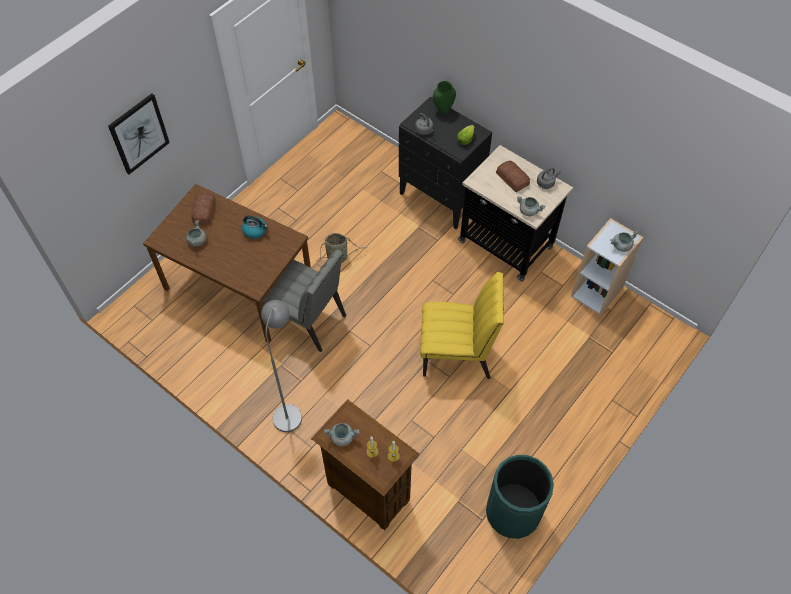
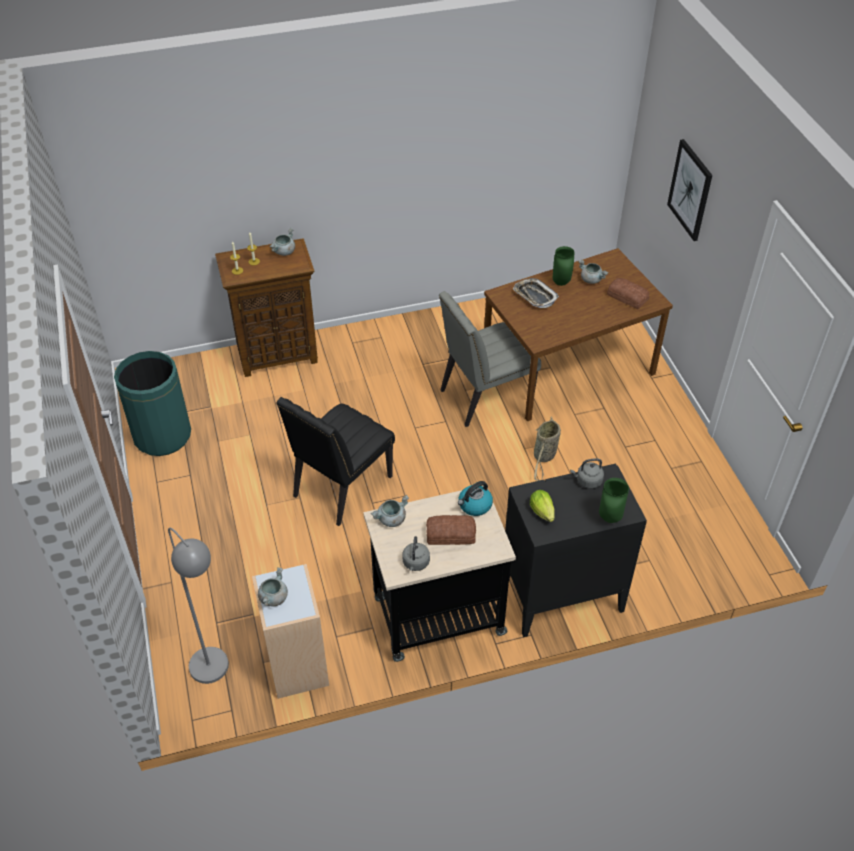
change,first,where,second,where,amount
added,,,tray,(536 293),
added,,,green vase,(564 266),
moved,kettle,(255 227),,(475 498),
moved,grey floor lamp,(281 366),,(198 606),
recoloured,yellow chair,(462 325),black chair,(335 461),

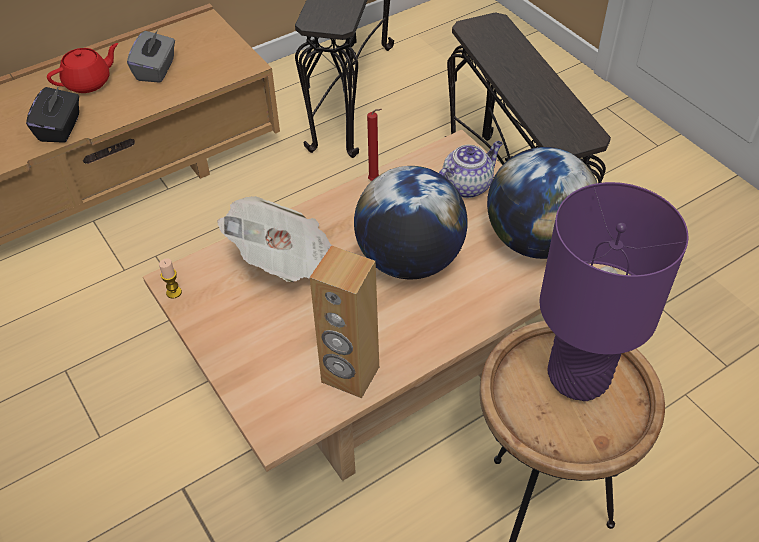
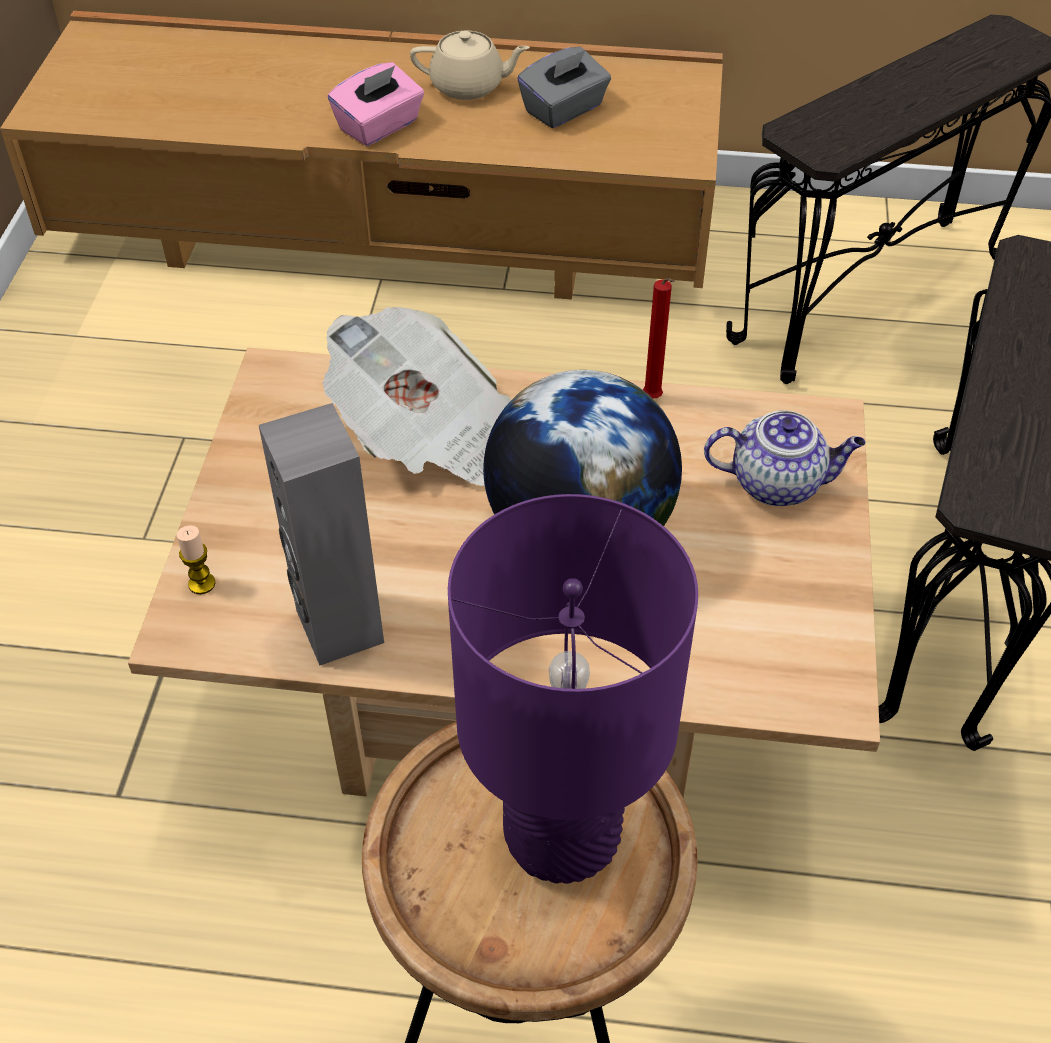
change,first,where,second,where,amount
removed,globe,(542 203),,,
moved,candle,(170 278),,(195 559),
recoloured,black tissue box,(52 115),pink tissue box,(376 104),
recoloured,red teapot,(82 68),beige teapot,(470 65),
recoloured,brown speaker,(344 321),grey speaker,(321 534),

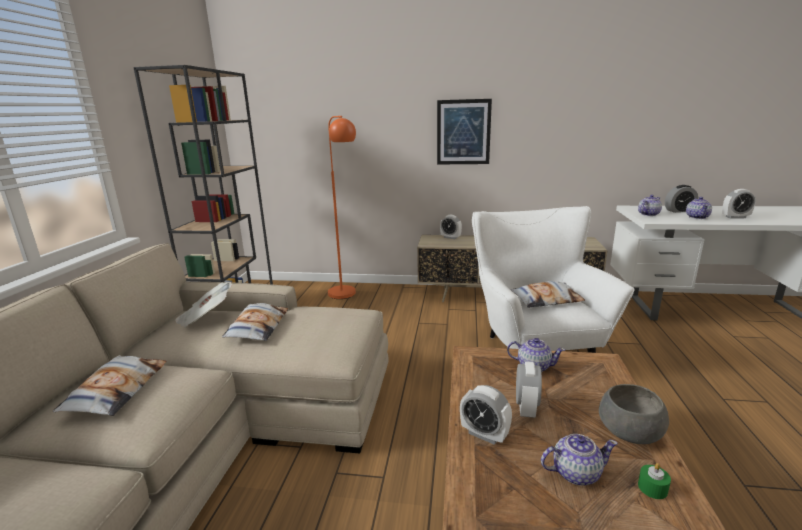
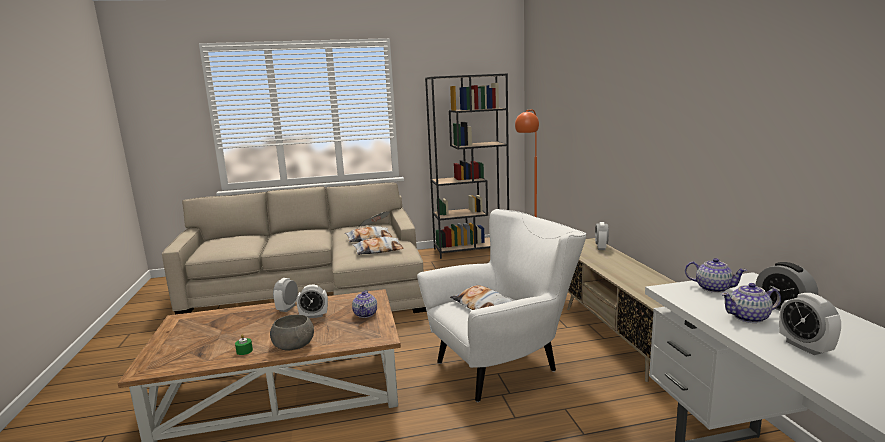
change,first,where,second,where,amount
removed,picture,(464 131),,,
removed,teapot,(579 460),,,
moved,pillow,(110 385),,(378 246),

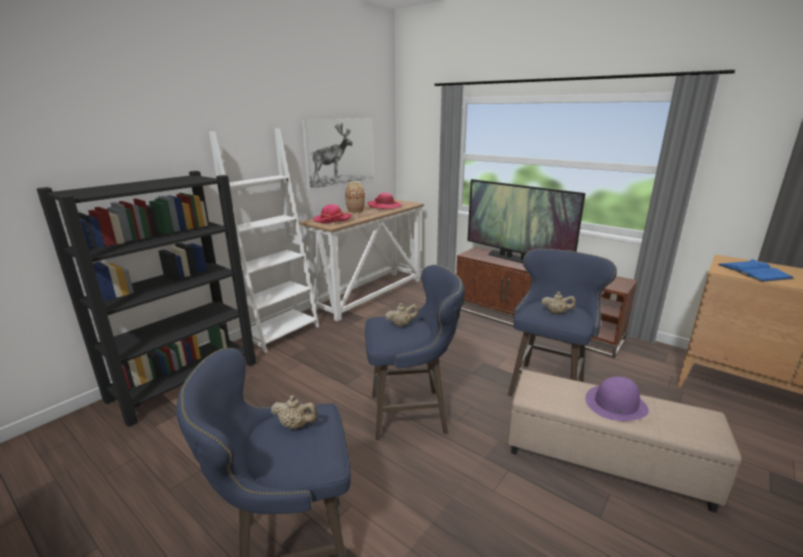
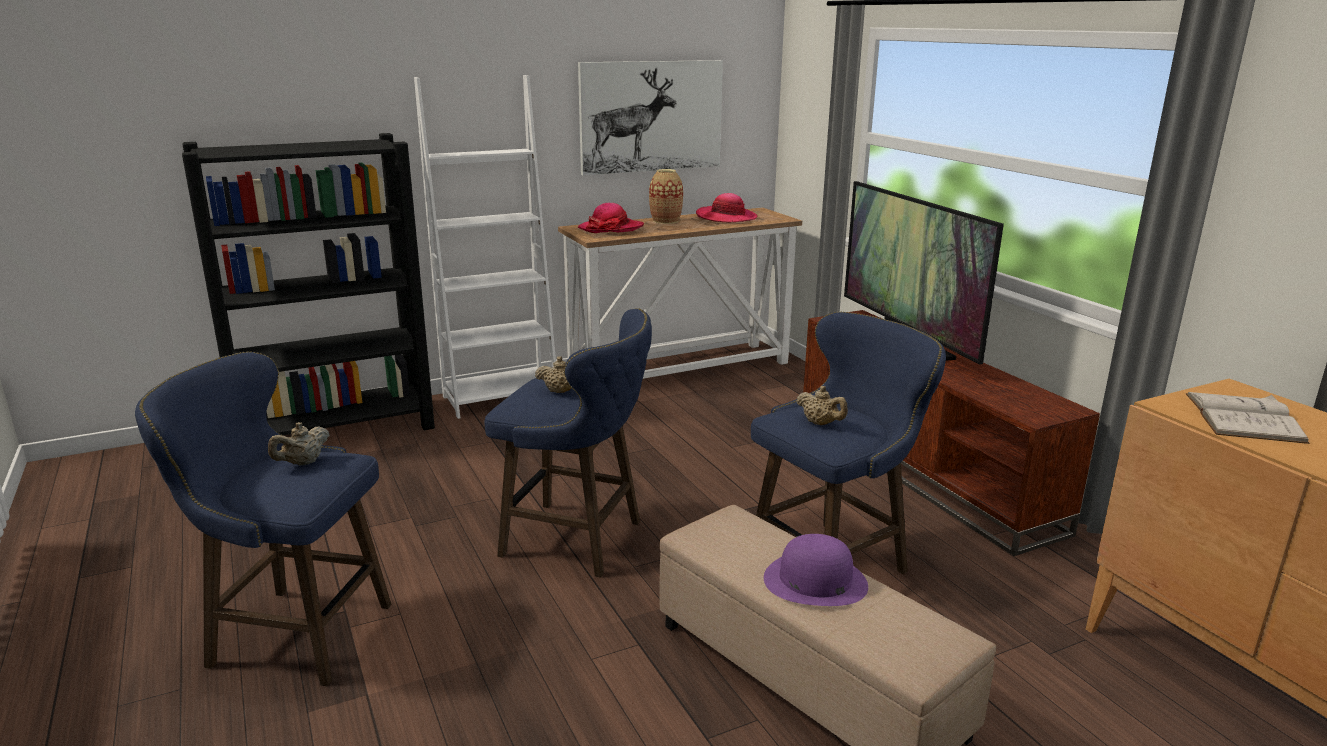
change,first,where,second,where,amount
recoloured,blue book,(755 270),white book,(1248 418),
turned,beige teapot,(294 412),,(299 444),90 degrees clockwise

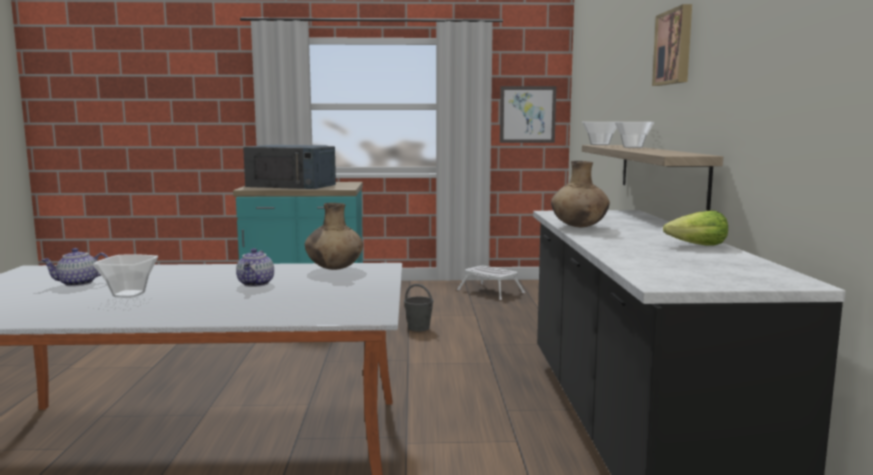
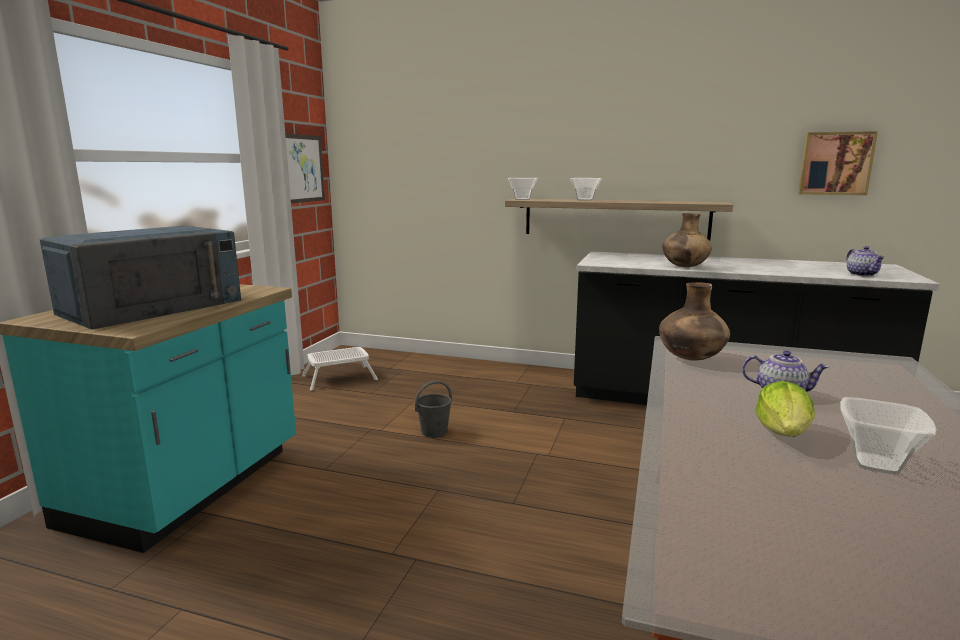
change,first,where,second,where,amount
moved,teapot,(74 267),,(865 261),
moved,picture,(672 45),,(838 163),
moved,lettuce,(695 228),,(785 409),

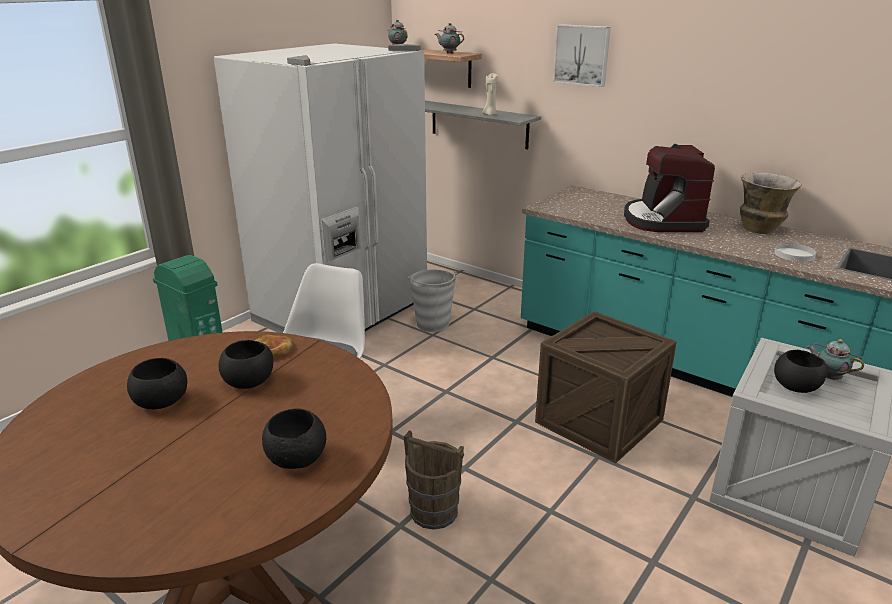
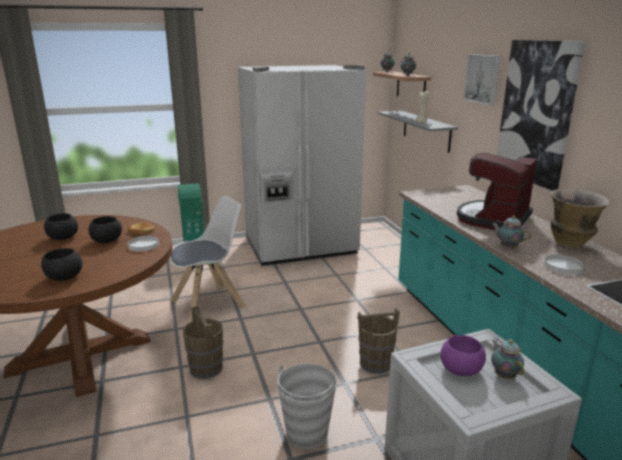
change,first,where,second,where,amount
added,,,white plate,(143 243),
added,,,teapot,(511 232),
added,,,picture,(541 115),
moved,grey bucket,(432 300),,(307 406),
replaced,crate,(606 387),brown bucket,(378 341),
recoloured,black bowl,(800 371),purple bowl,(463 355),

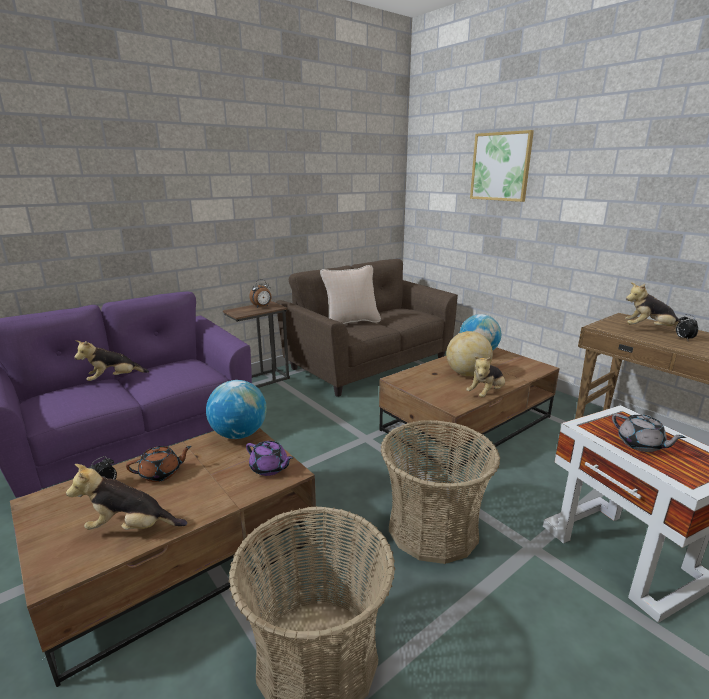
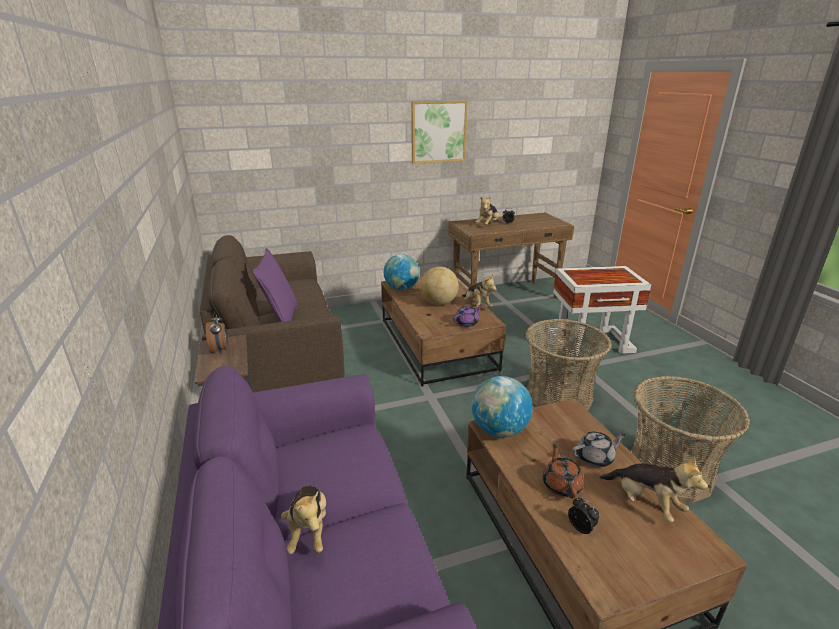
change,first,where,second,where,amount
moved,purple teapot,(269 458),,(467 316),
moved,picture,(502 166),,(439 132),
moved,grey teapot,(649 433),,(599 449),
recoloured,beige pillow,(350 294),purple pillow,(275 285),
turned,plush toy,(126 497),,(653 488),60 degrees counterclockwise

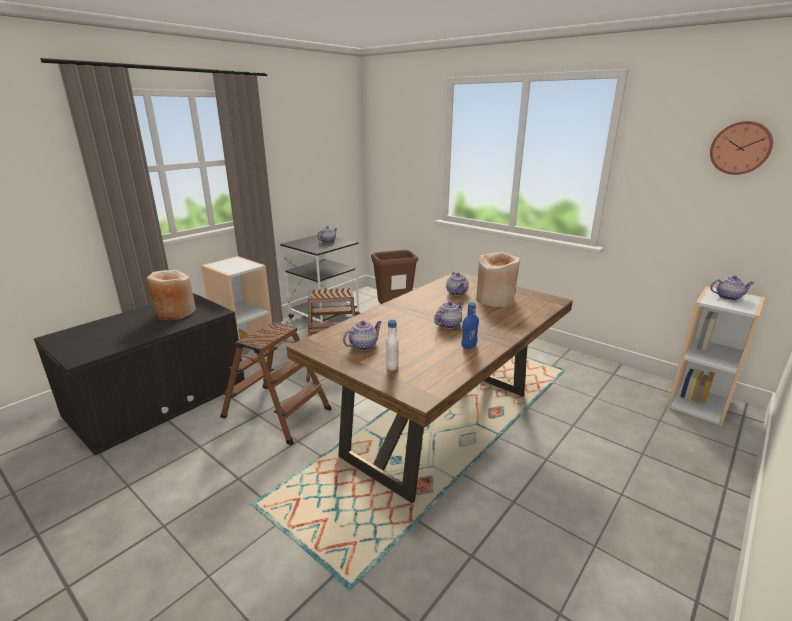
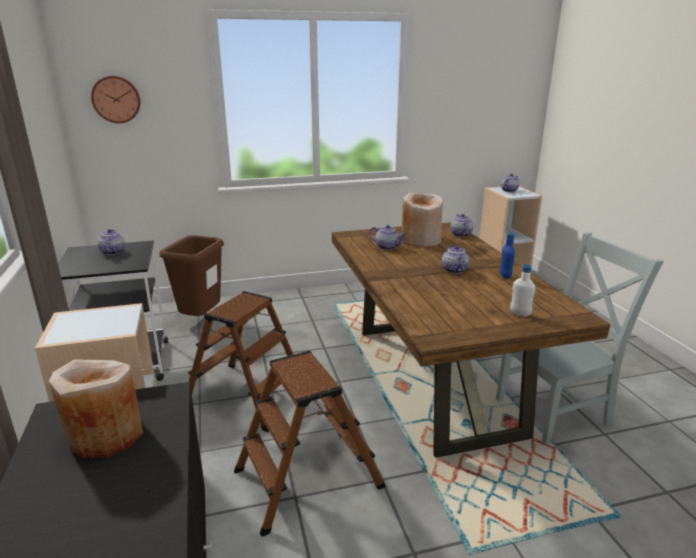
change,first,where,second,where,amount
added,,,grey chair,(580 338),
moved,teapot,(362 336),,(461 225),
moved,wall clock,(741 148),,(115 99),

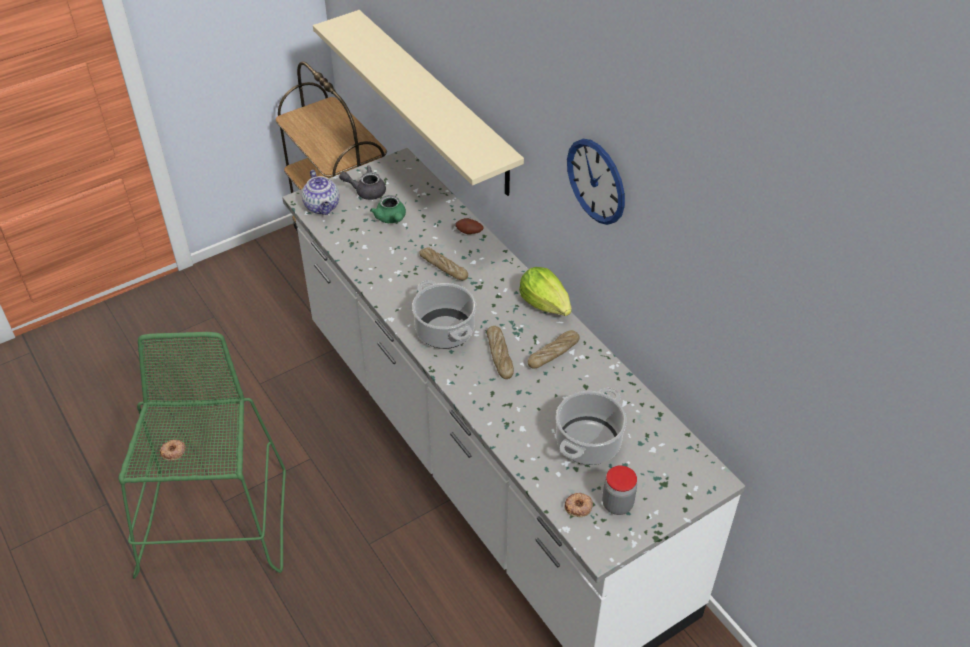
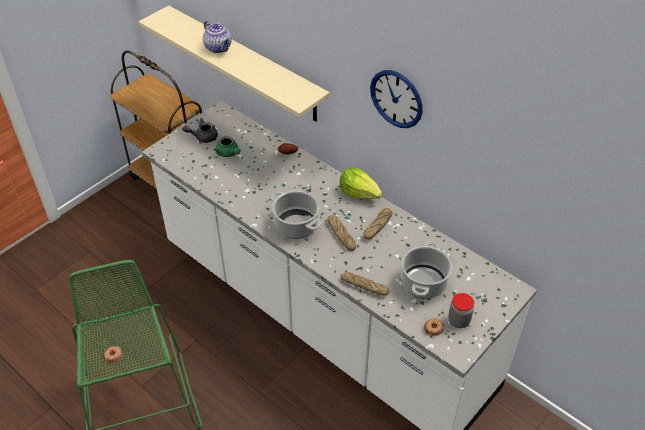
change,first,where,second,where,amount
moved,teapot,(320 192),,(217 37),
moved,bread,(443 263),,(365 284),

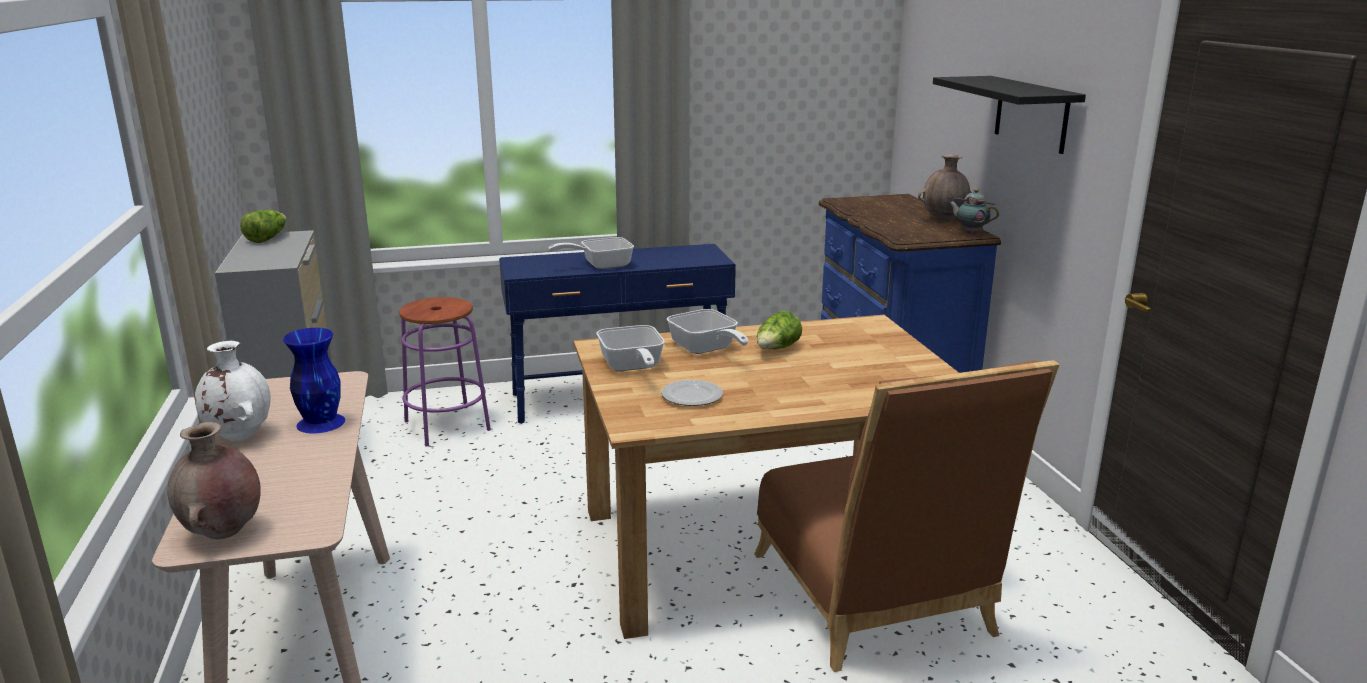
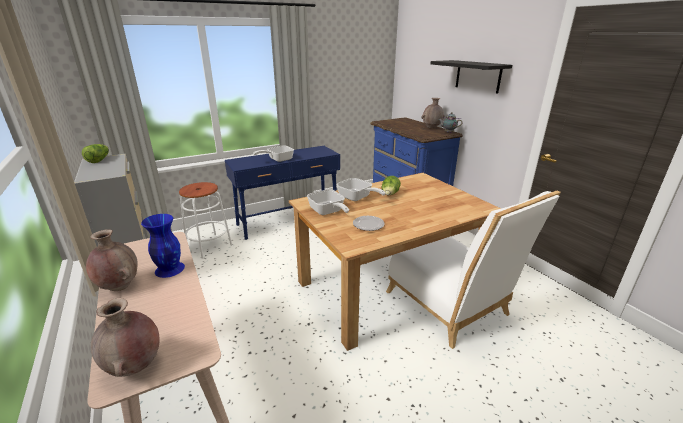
change,first,where,second,where,amount
recoloured,white vase,(233 391),brown vase,(112 260),
recoloured,purple stool,(445 372),white stool,(205 220),
recoloured,brown chair,(906 516),white chair,(473 269),

